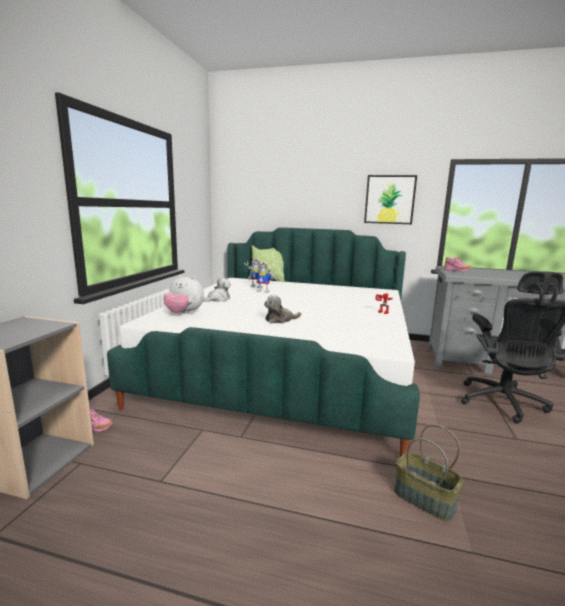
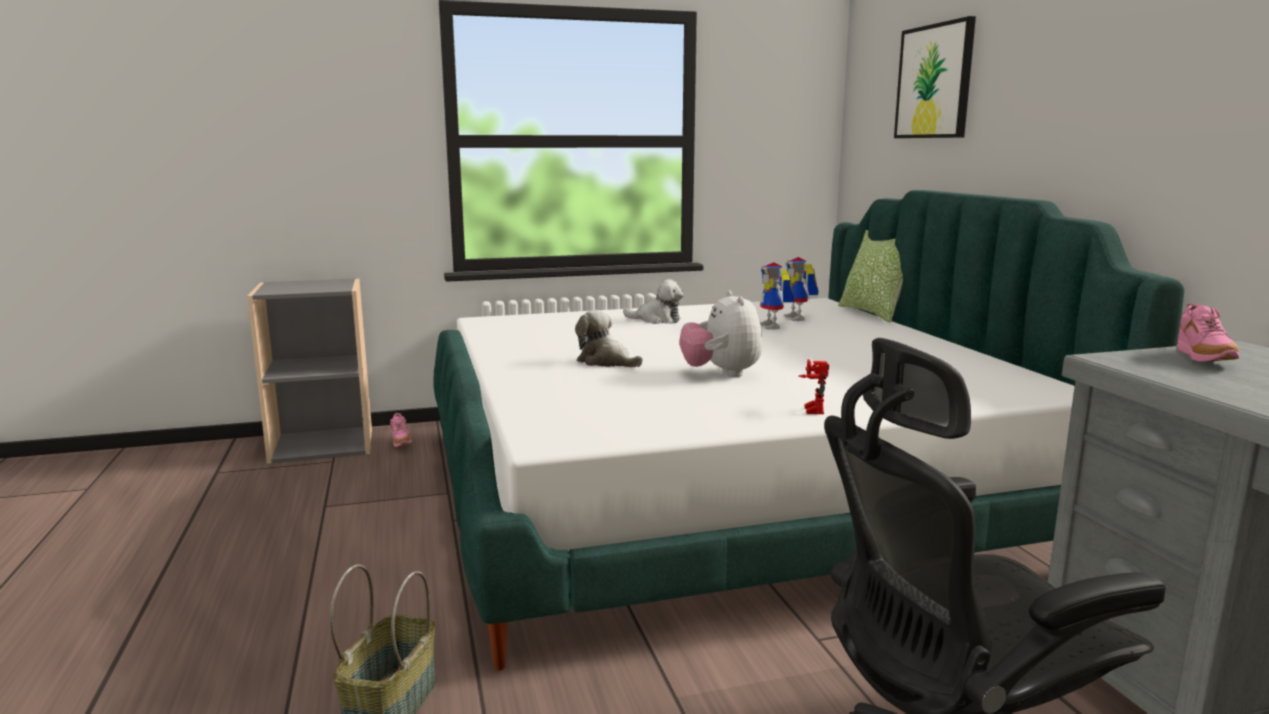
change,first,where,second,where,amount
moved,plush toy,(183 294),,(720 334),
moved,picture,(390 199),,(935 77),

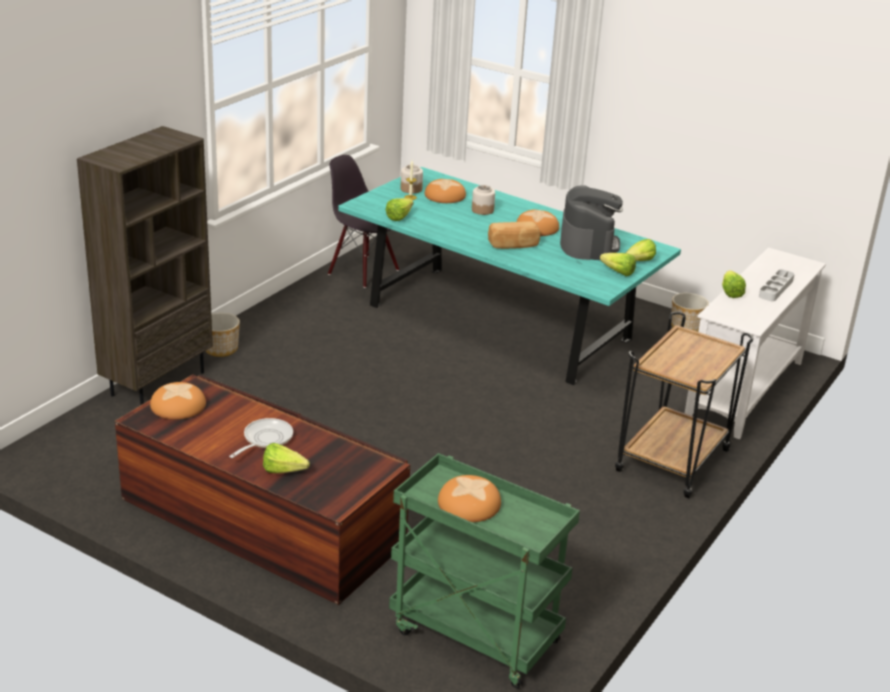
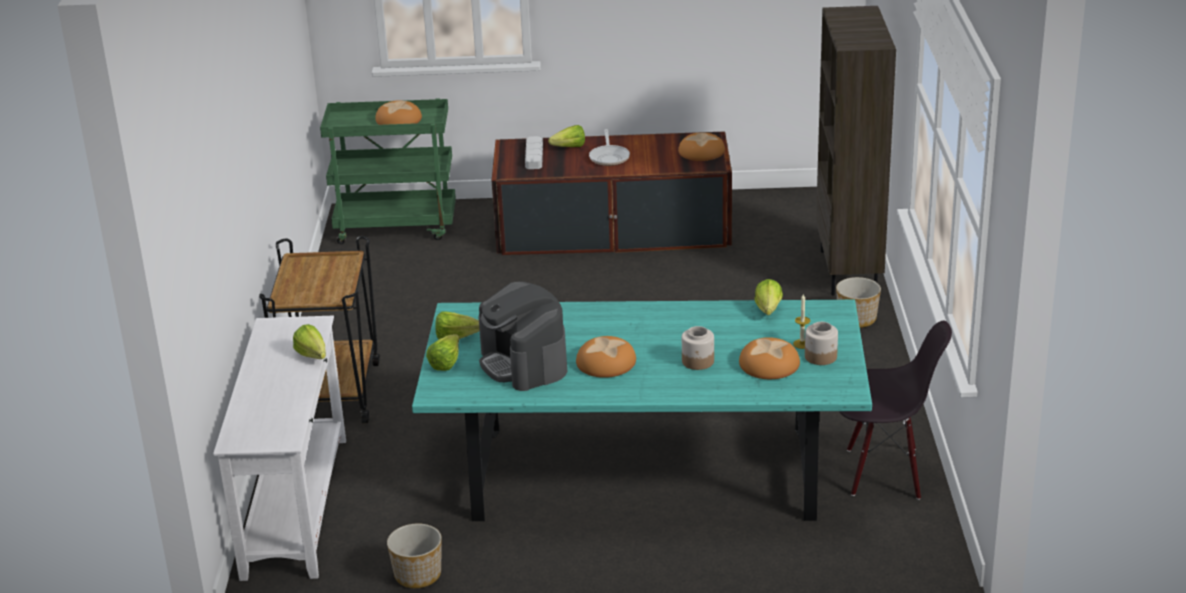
change,first,where,second,where,amount
removed,bread,(514 235),,,
moved,grey tray,(777 285),,(534 152),

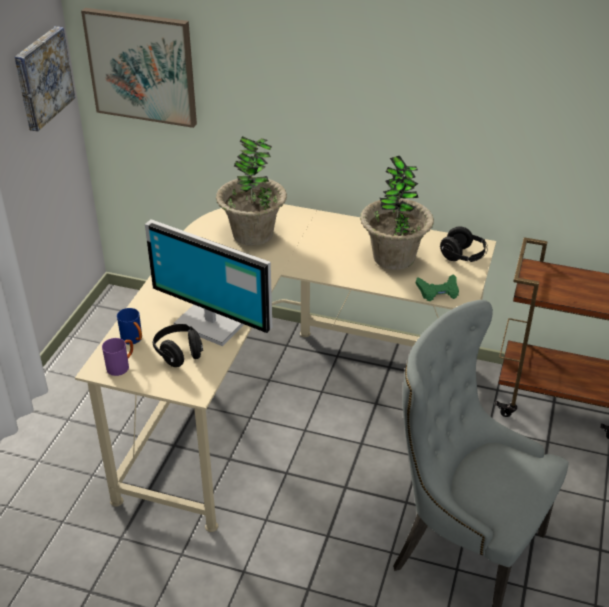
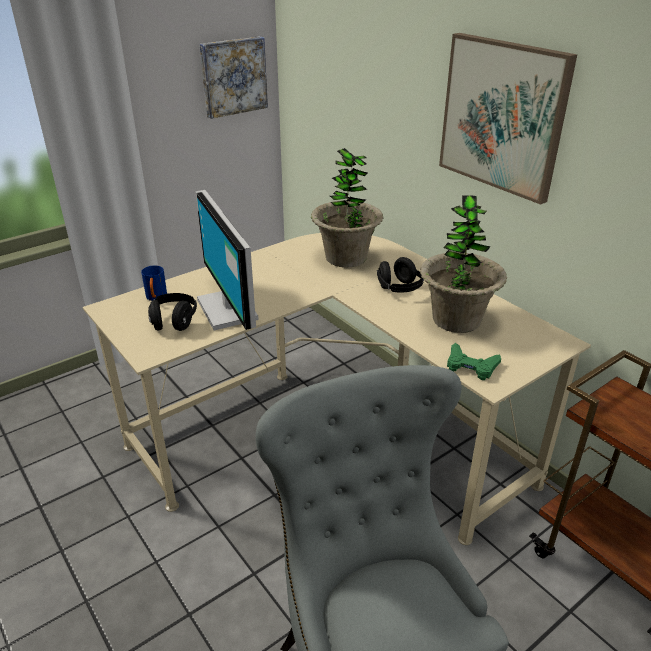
change,first,where,second,where,amount
removed,purple mug,(117 357),,,
moved,picture,(139 68),,(508 119),
moved,black headphones,(464 244),,(400 275),

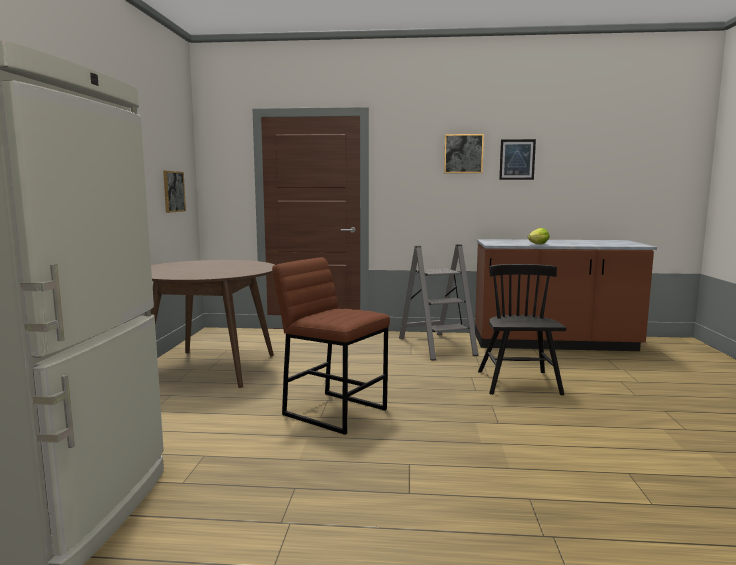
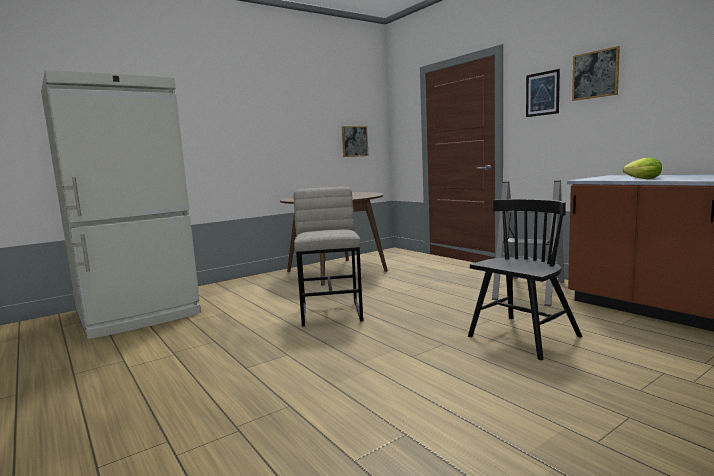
change,first,where,second,where,amount
moved,picture,(517 159),,(543 93),
recoloured,brown chair,(331 346),grey chair,(328 256),

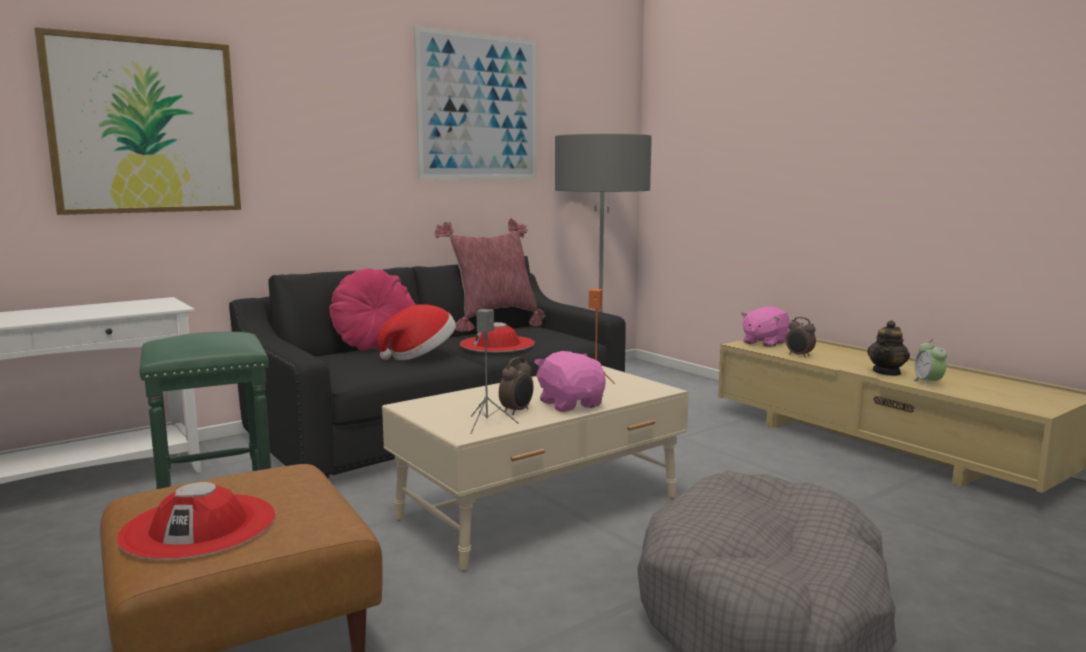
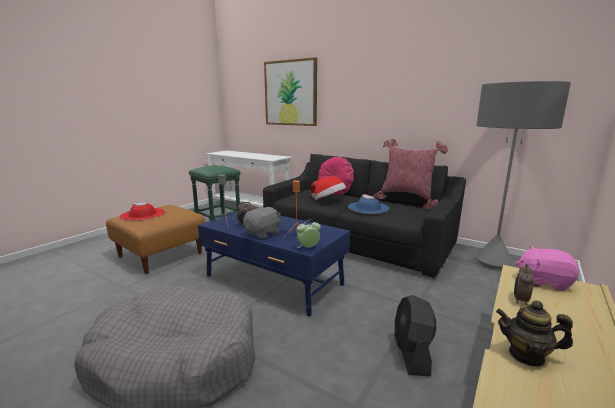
change,first,where,second,where,amount
removed,picture,(475 102),,,
added,,,black fan,(415 335),
moved,alarm clock,(929 363),,(309 234),
recoloured,beige coffee table,(535 468),blue coffee table,(274 263),
recoloured,red hat,(497 337),blue hat,(368 204),
recoloured,pink plush toy,(570 381),grey plush toy,(262 223),

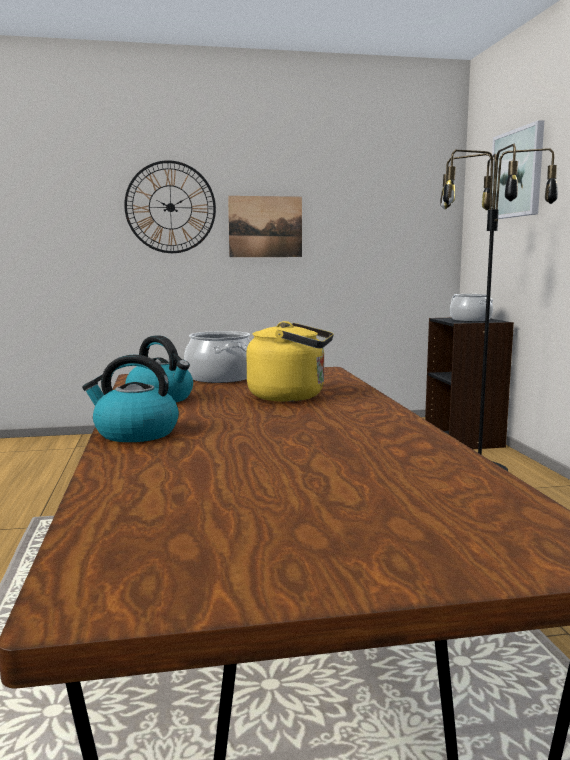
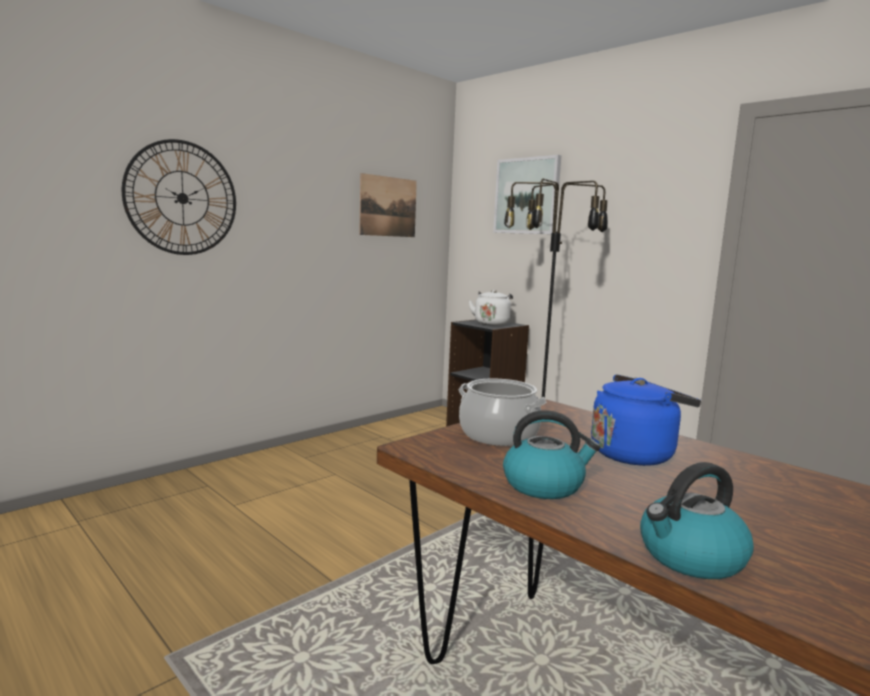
change,first,where,second,where,amount
moved,picture,(265 226),,(388 205),
replaced,cooking pot,(471 308),white kettle,(490 308),
recoloured,yellow kettle,(289 361),blue kettle,(646 420),

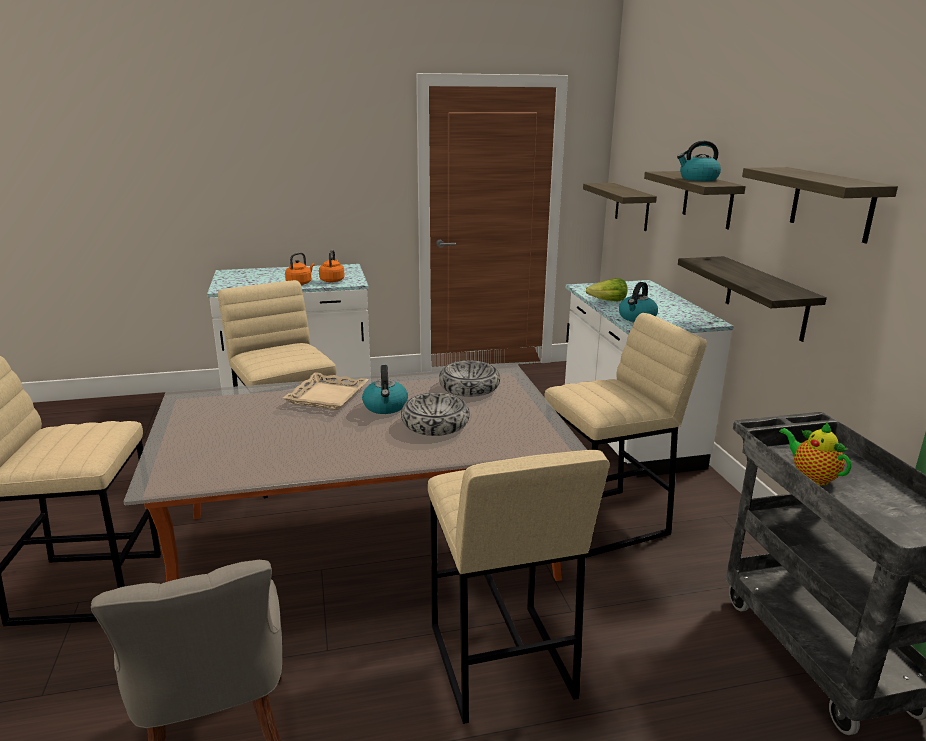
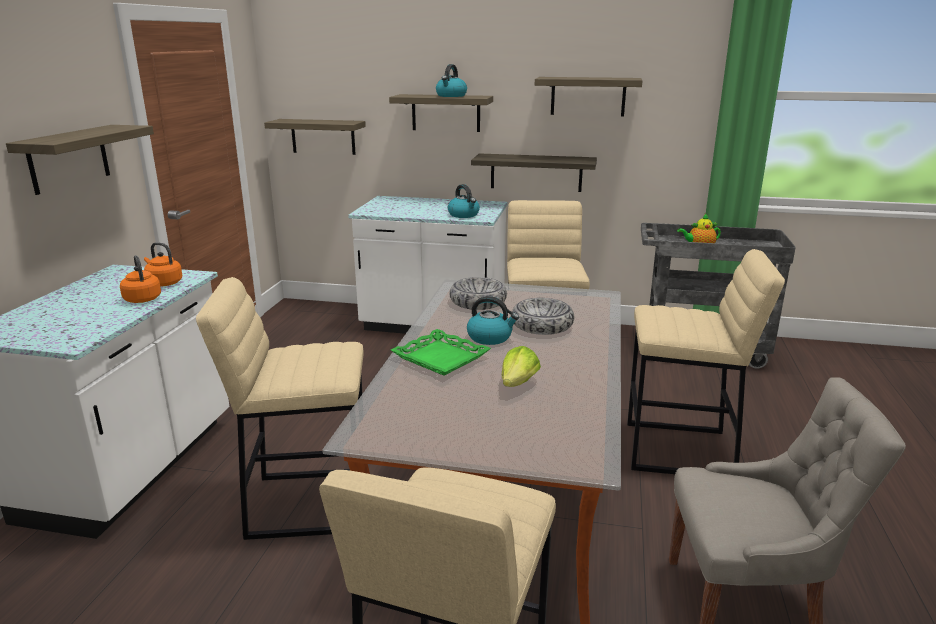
change,first,where,second,where,amount
added,,,shelf,(80 160),
moved,lettuce,(607 290),,(521 366),
recoloured,beige tray,(326 391),green tray,(441 352),

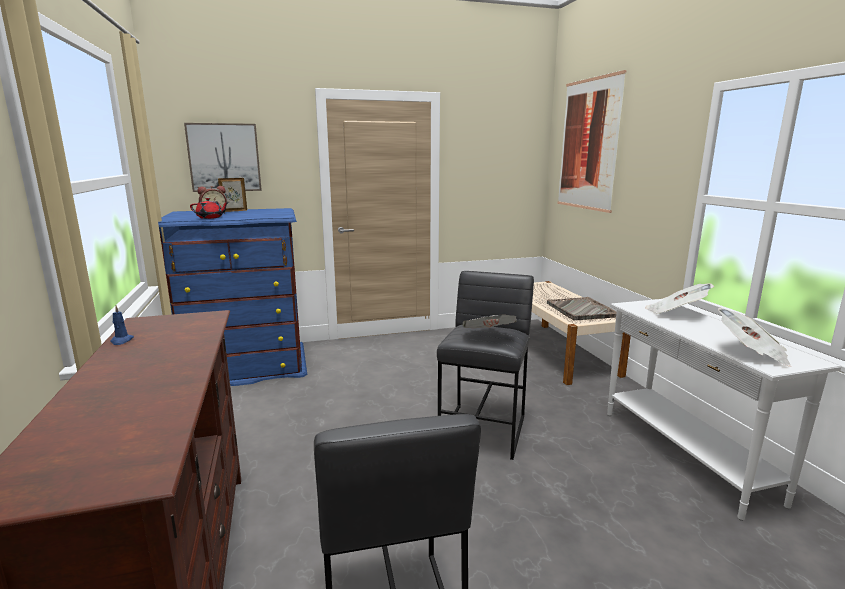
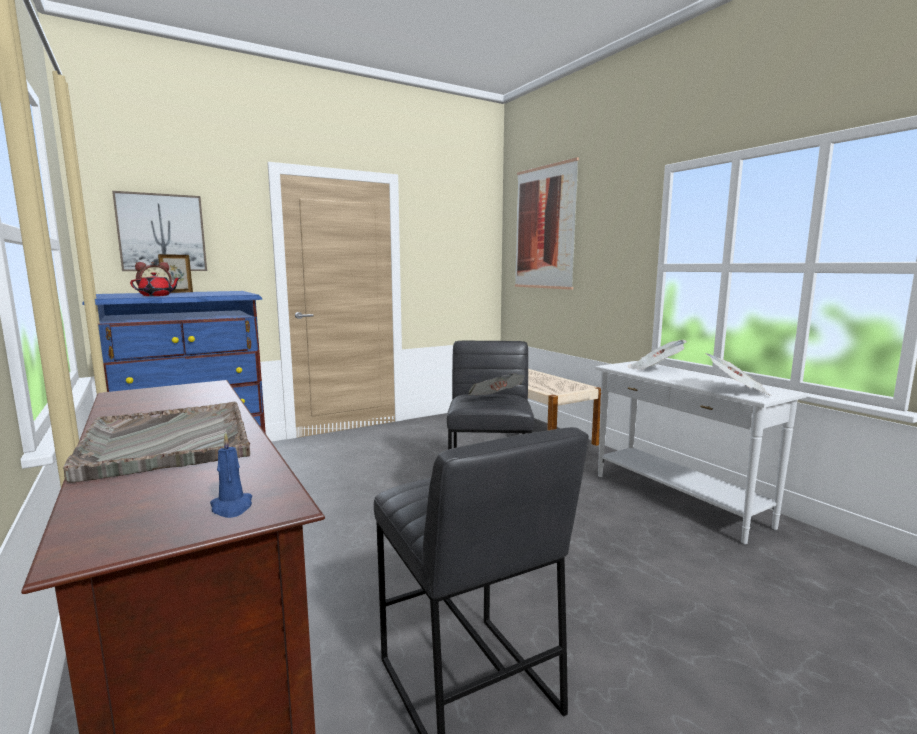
change,first,where,second,where,amount
moved,blue candle,(122 325),,(231 475),
moved,grey tray,(581 308),,(156 442),

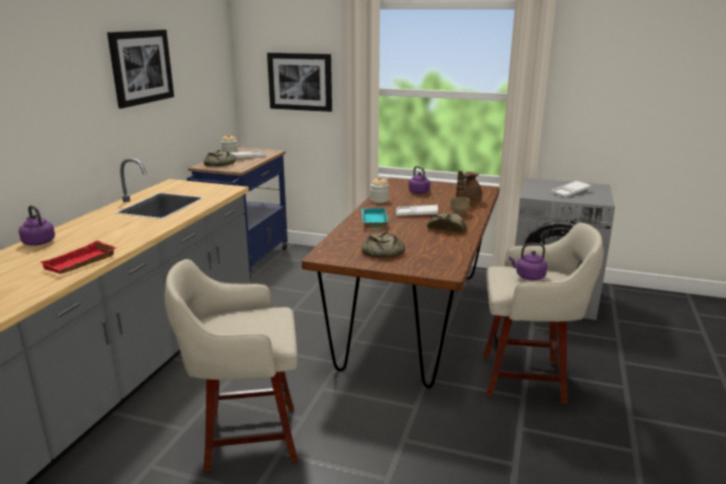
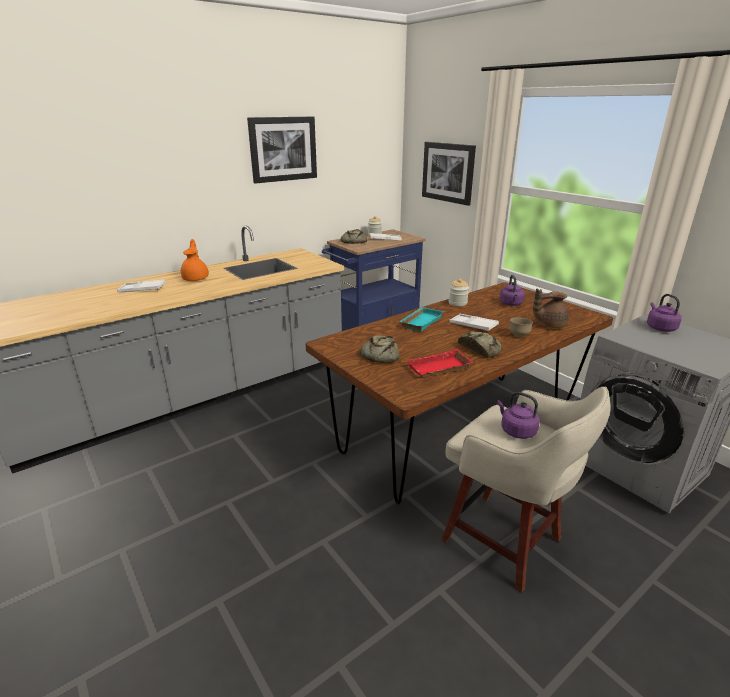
change,first,where,second,where,amount
removed,beige stool,(231 365),,,
added,,,orange teapot,(195 260),
moved,purple kettle,(37 225),,(664 313),
moved,red tray,(78 257),,(440 363),
moved,white tray,(571 188),,(141 285),

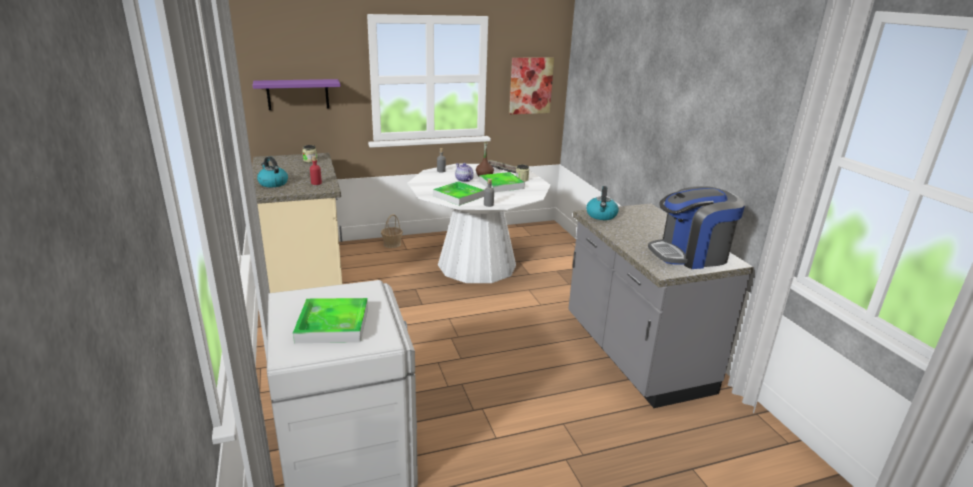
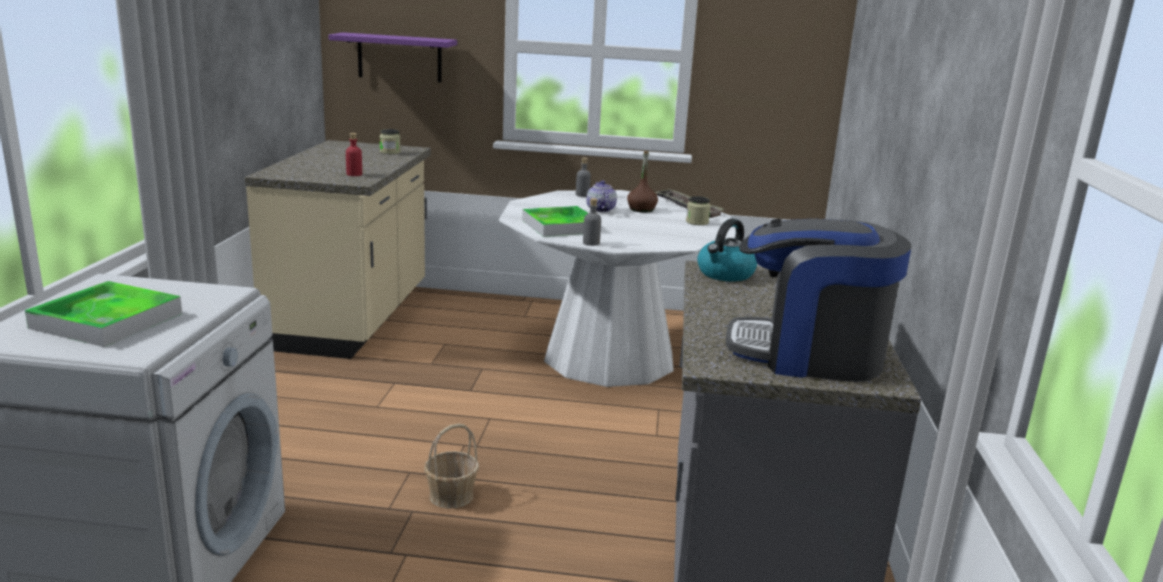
change,first,where,second,where,amount
removed,kettle,(272 171),,,
removed,tray,(502 182),,,
removed,picture,(531 85),,,
moved,basket,(392 231),,(451 466),

